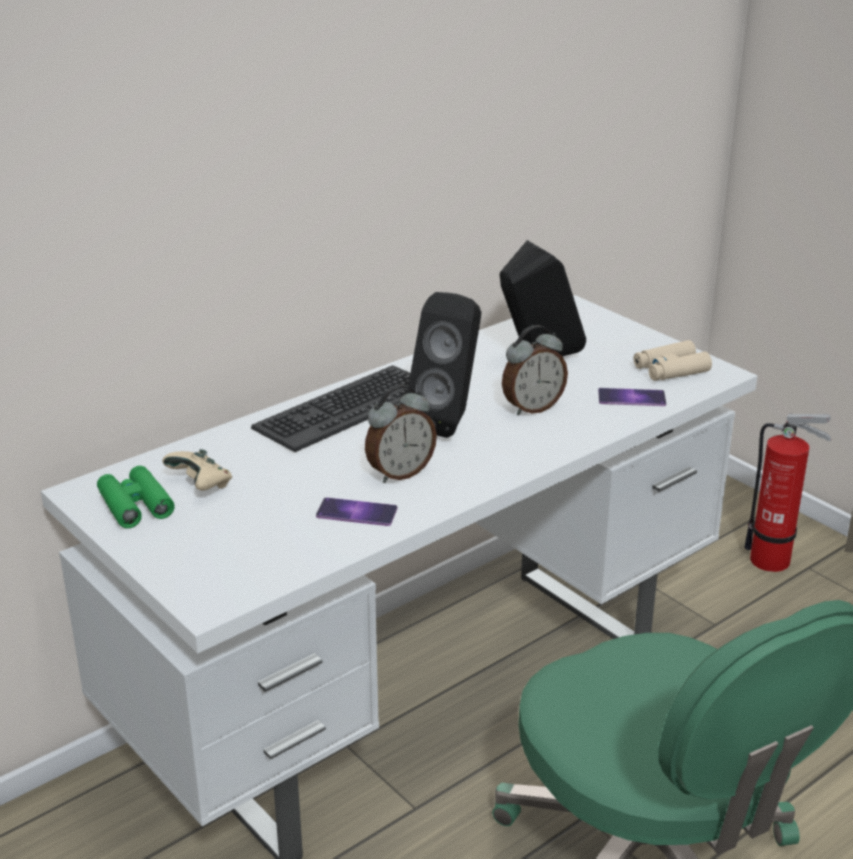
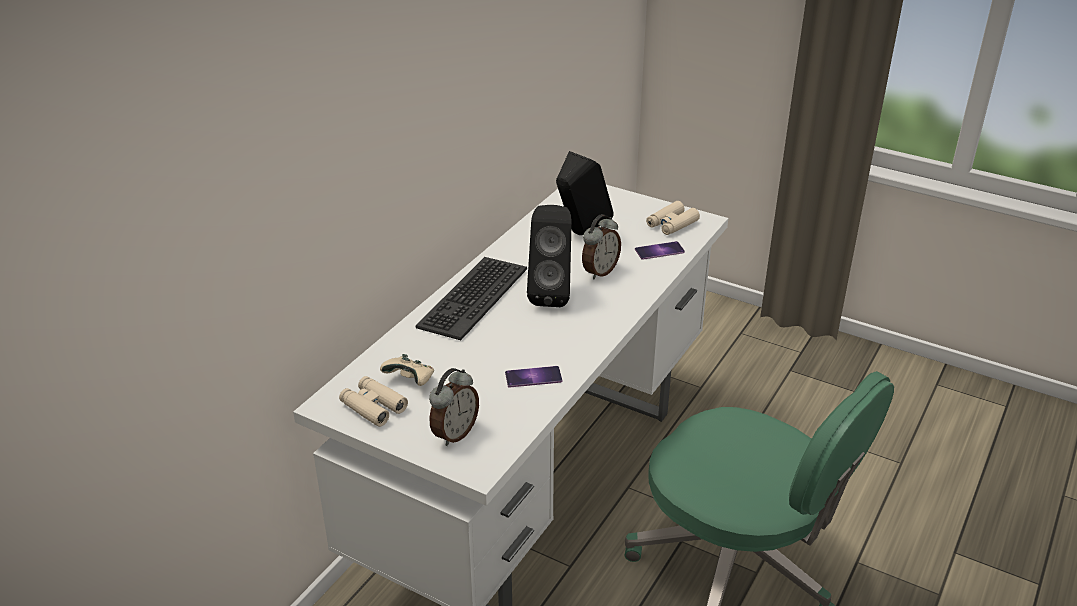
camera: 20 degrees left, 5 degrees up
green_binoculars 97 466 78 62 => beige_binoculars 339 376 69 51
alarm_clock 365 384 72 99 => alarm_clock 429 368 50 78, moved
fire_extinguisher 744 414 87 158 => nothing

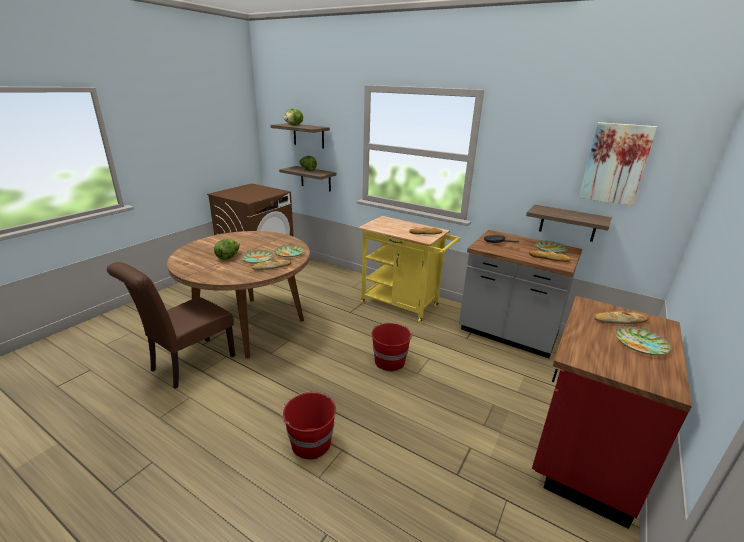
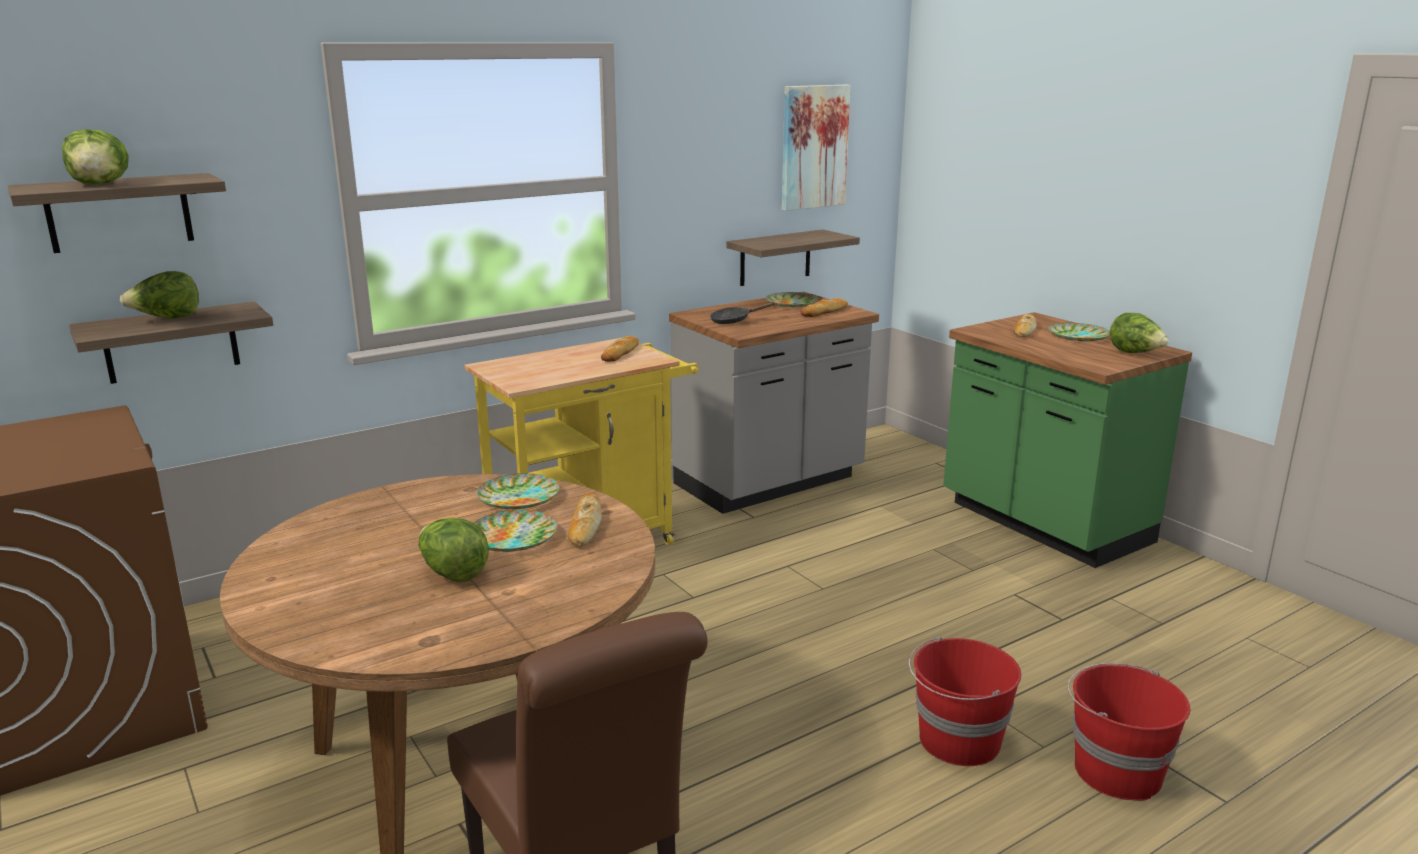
camera: 65 degrees left, 5 degrees down
red_counter 532 296 160 233 => green_counter 943 312 249 256
red_bucket 372 323 41 48 => red_bucket 1067 663 123 138, moved
nothing => lettuce 1110 313 59 40

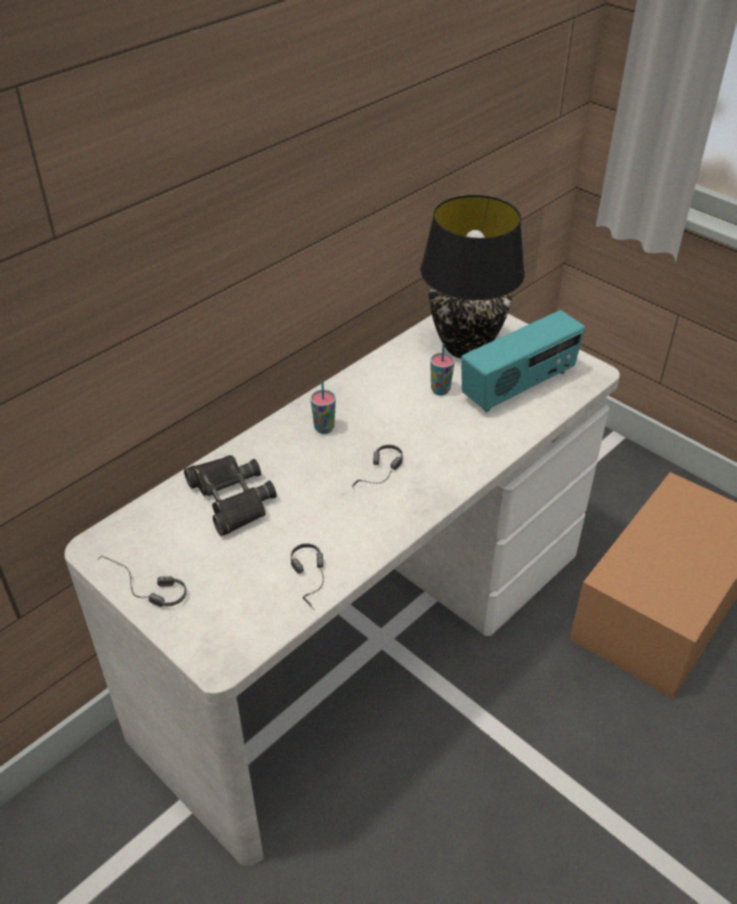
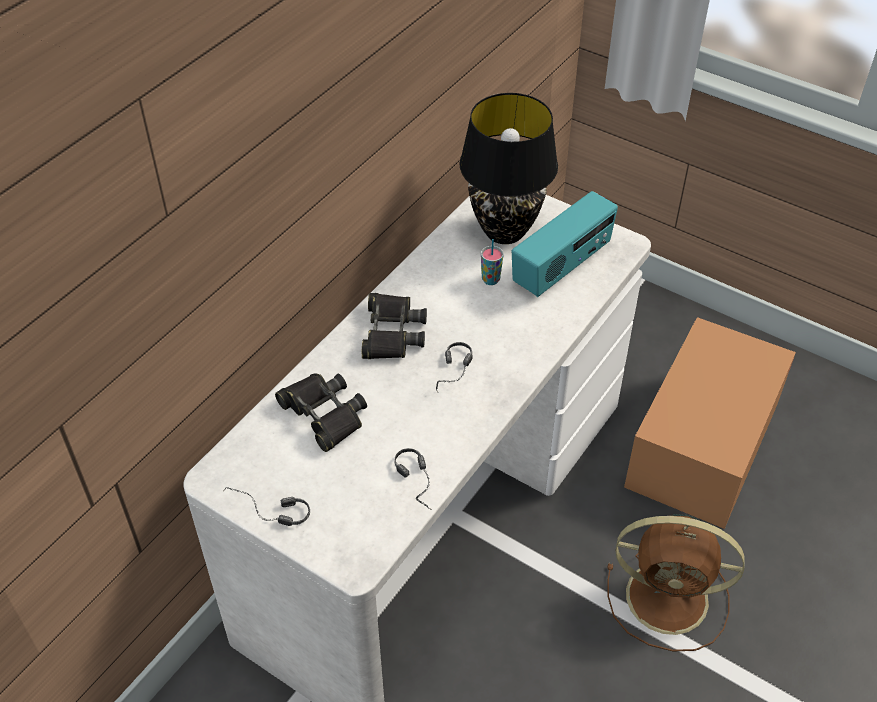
camera: 10 degrees left, 5 degrees up
cup 310 381 26 53 => black_binoculars 362 293 65 66
nothing => brown_fan 607 514 138 137

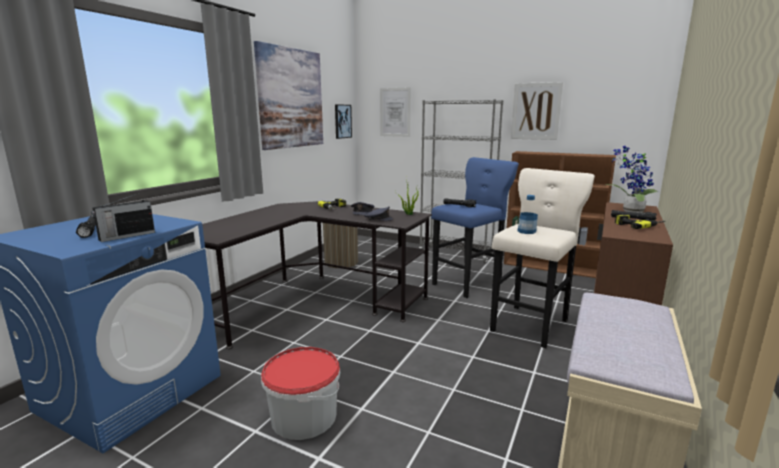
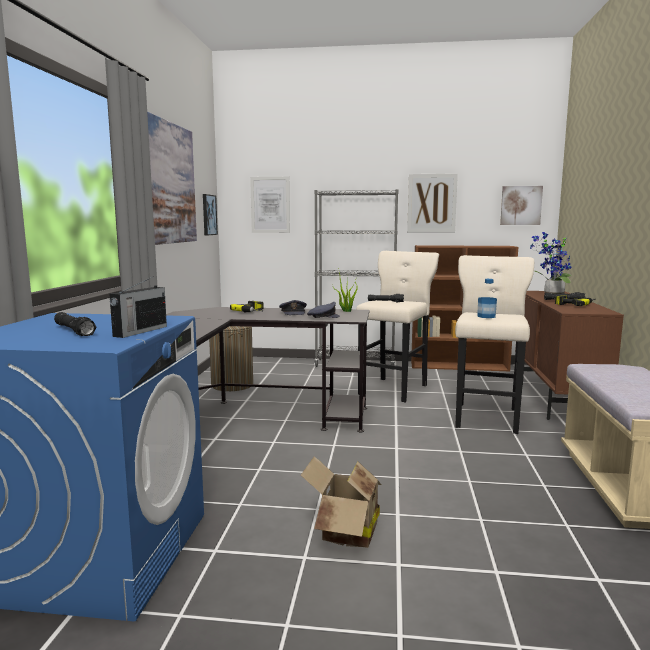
camera: 20 degrees left, 5 degrees down
bucket 261 347 79 93 => cardboard_box 301 456 80 92
blue_stool 431 157 88 141 => beige_stool 356 251 83 152
nothing => picture 500 186 43 39

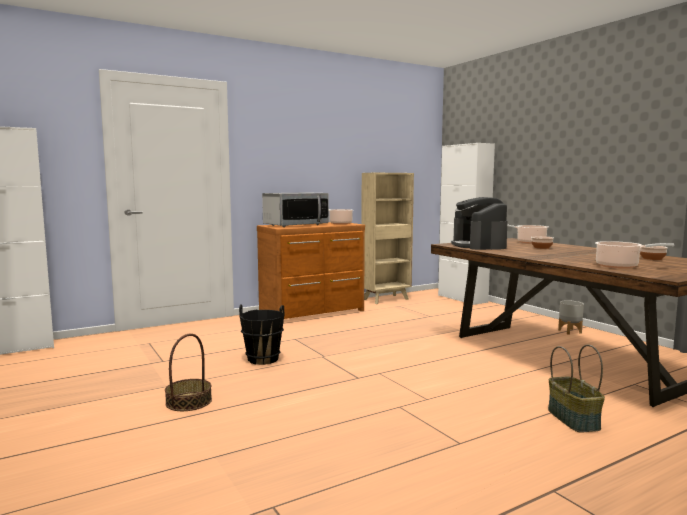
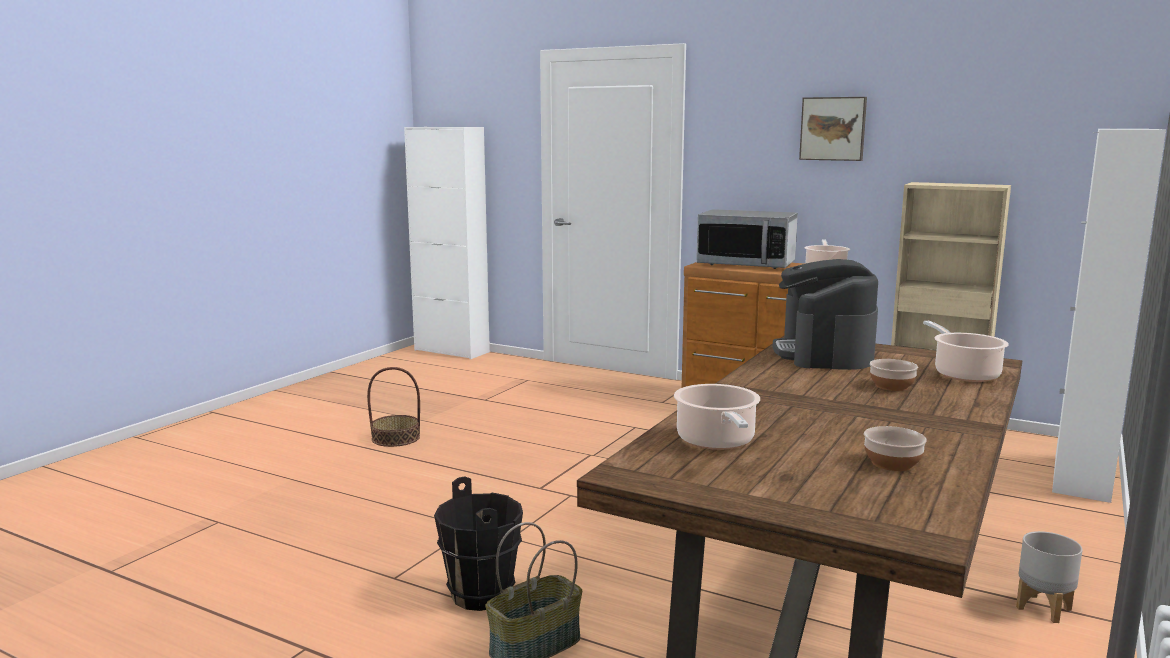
camera: 60 degrees right, 5 degrees up
black_bucket 239 304 45 61 => black_bucket 434 476 89 135, moved
coffee_machine 451 197 56 53 => coffee_machine 773 259 105 111, 45 degrees counterclockwise
nothing => picture 799 97 68 64

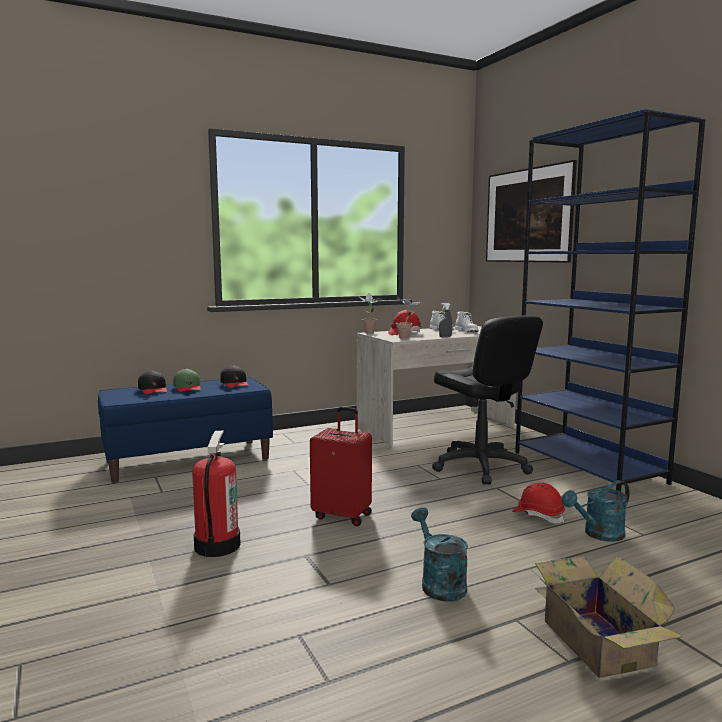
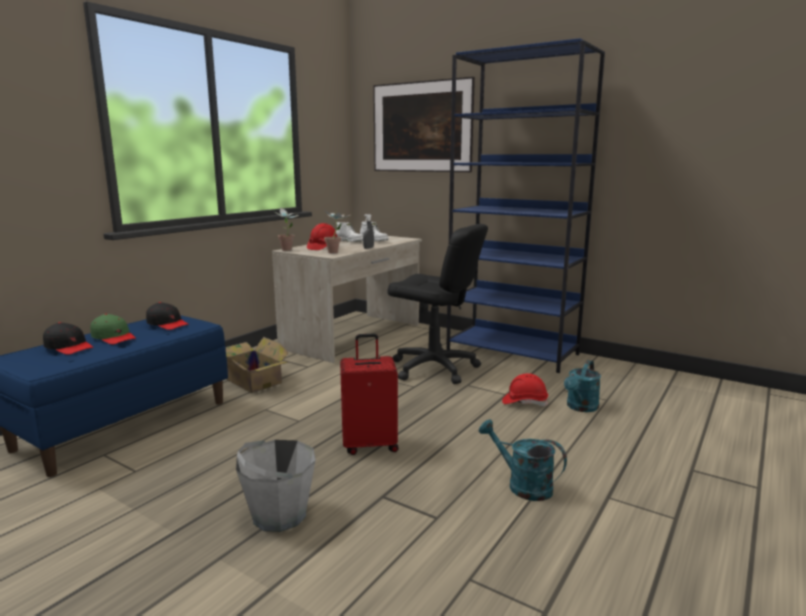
camera: 30 degrees left, 5 degrees up
cardboard_box 534 555 149 123 => cardboard_box 226 337 62 56, moved
fire_extinguisher 192 431 49 126 => grey_bucket 236 440 80 92

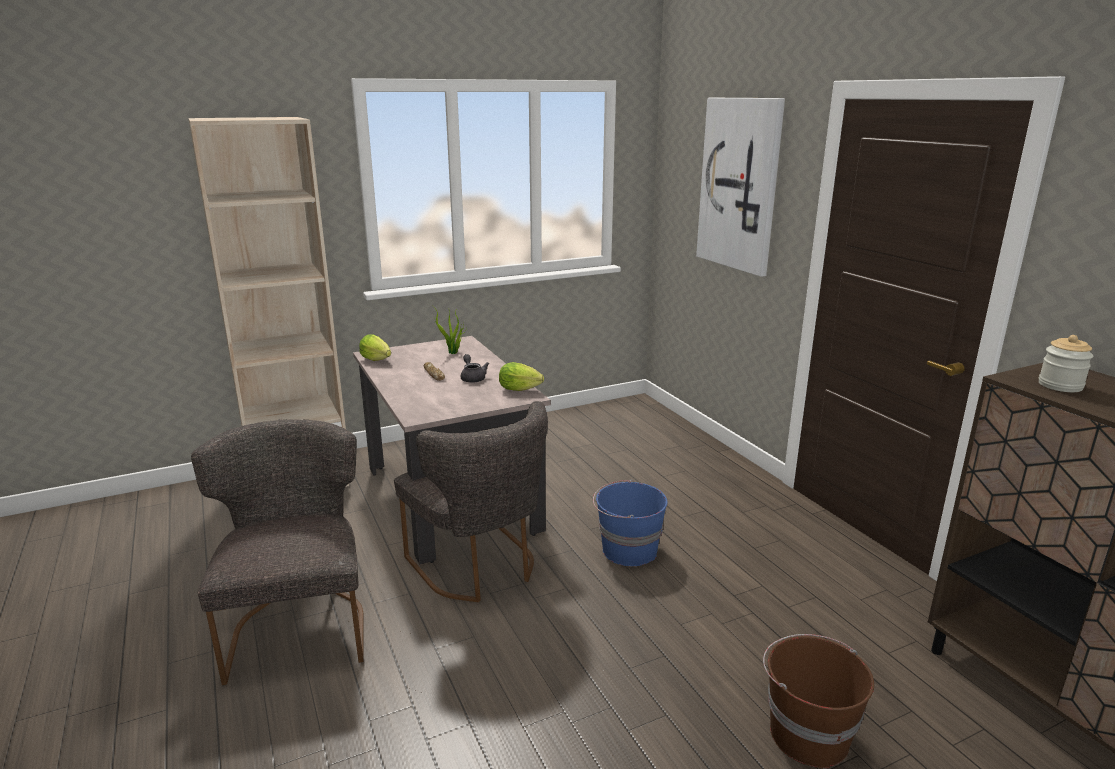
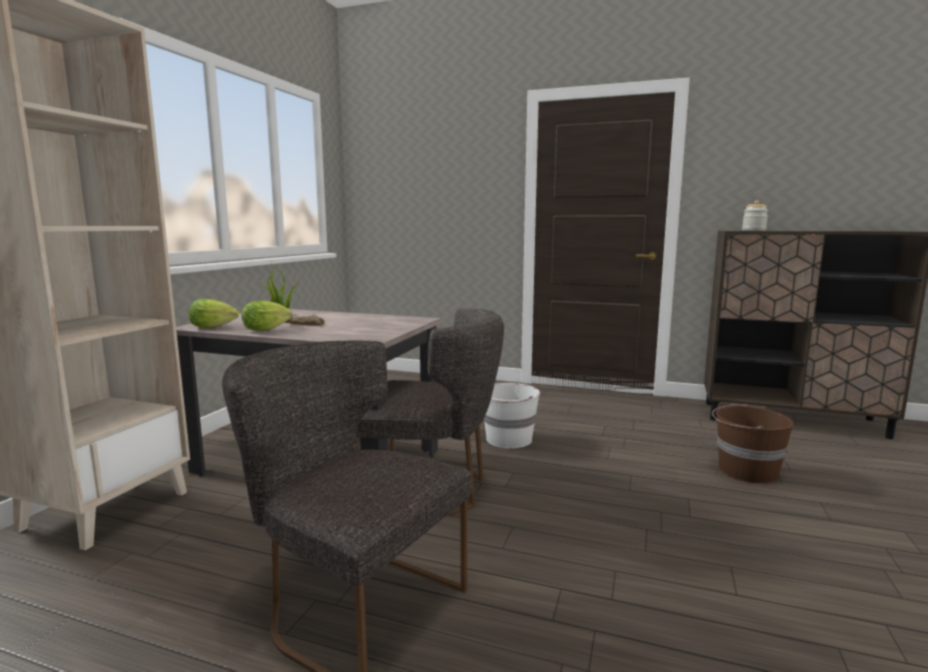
camera: 45 degrees left, 10 degrees down
lettuce 499 362 45 29 => lettuce 242 301 50 30, moved
blue_bucket 593 480 75 86 => white_bucket 484 383 56 65
grey_teapot 460 354 29 29 => nothing
picture 696 98 89 179 => nothing

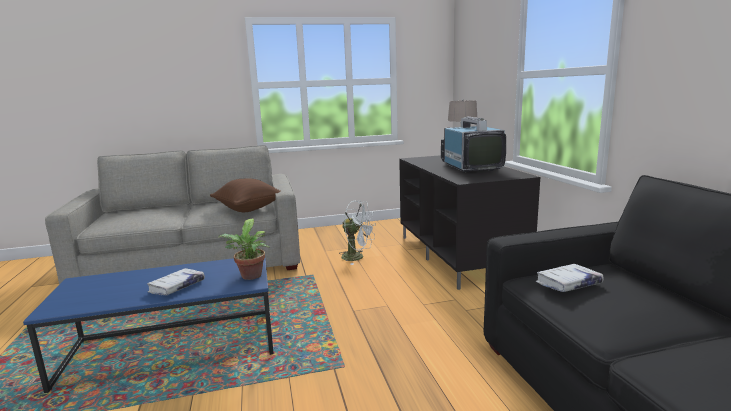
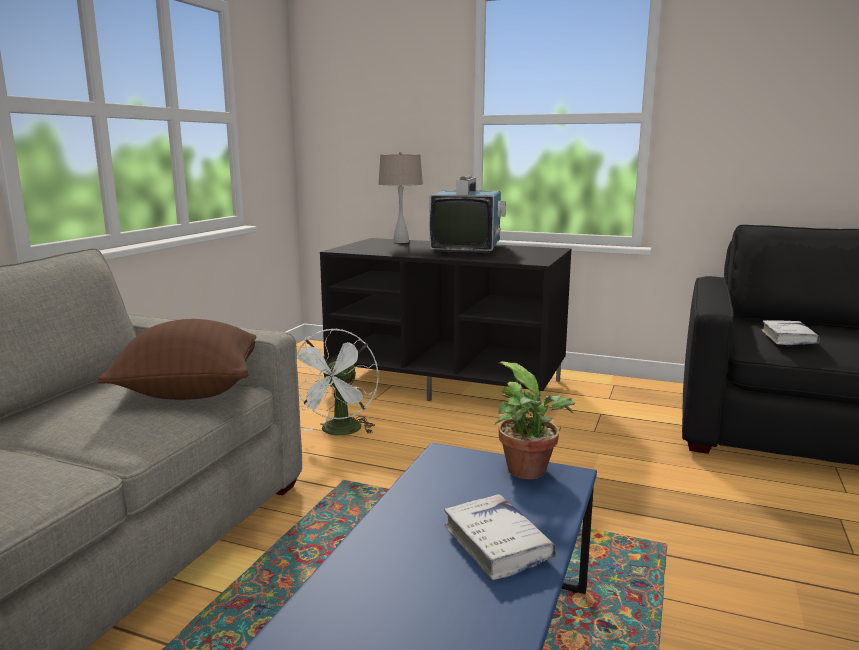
camera: 55 degrees left, 0 degrees up
white_fan 340 201 36 64 => white_fan 297 328 81 107, 135 degrees clockwise
television 441 116 65 57 => television 430 175 76 80, 75 degrees clockwise

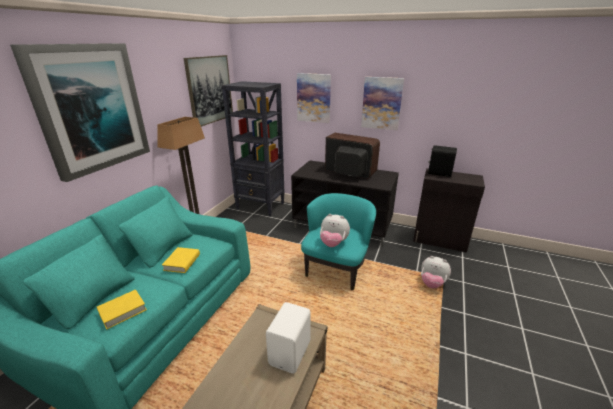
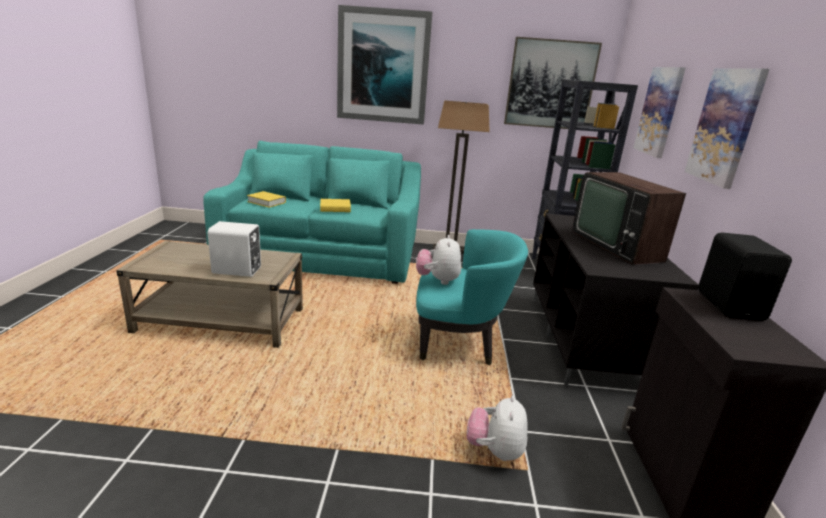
camera: 70 degrees right, 5 degrees down
television 325 133 55 46 => television 573 172 113 93, 150 degrees clockwise

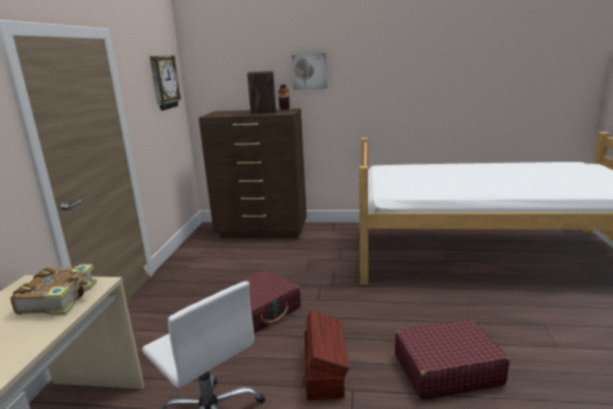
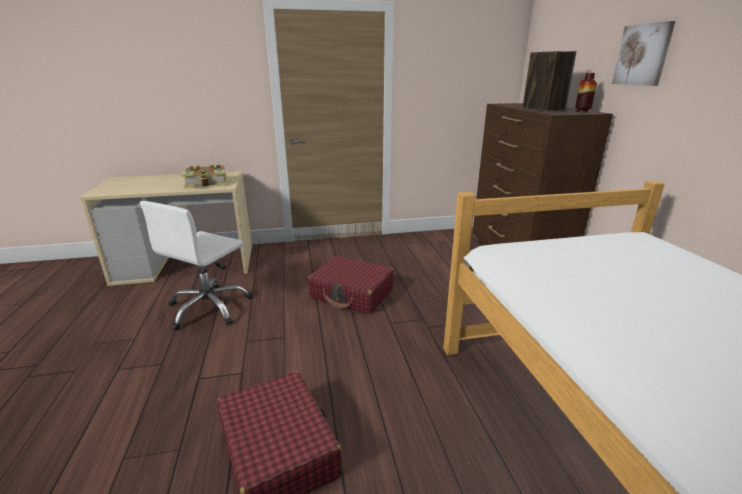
camera: 70 degrees right, 5 degrees up
wall_clock 150 55 31 56 => nothing
brown_storage_box 304 310 45 90 => nothing

